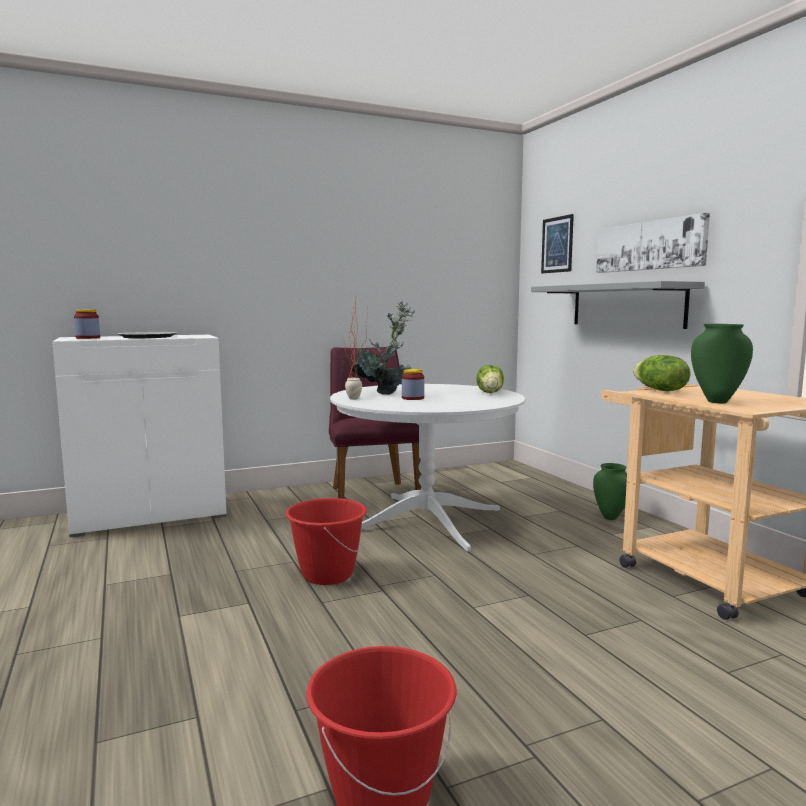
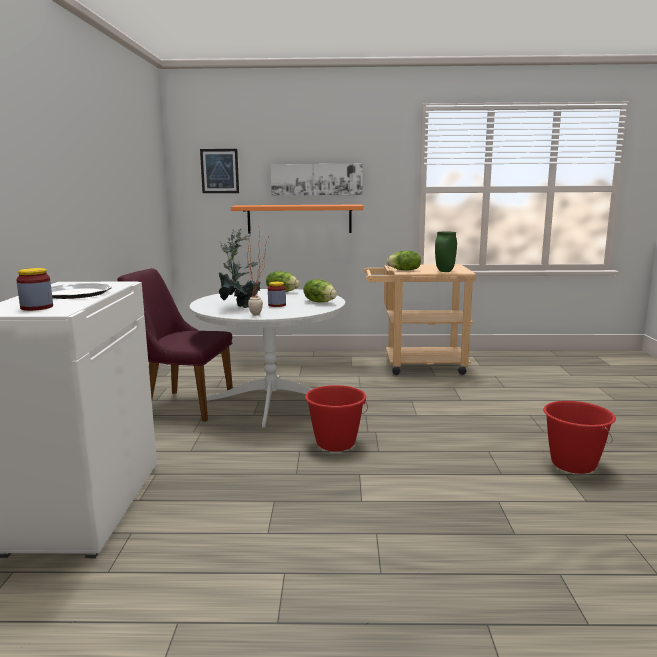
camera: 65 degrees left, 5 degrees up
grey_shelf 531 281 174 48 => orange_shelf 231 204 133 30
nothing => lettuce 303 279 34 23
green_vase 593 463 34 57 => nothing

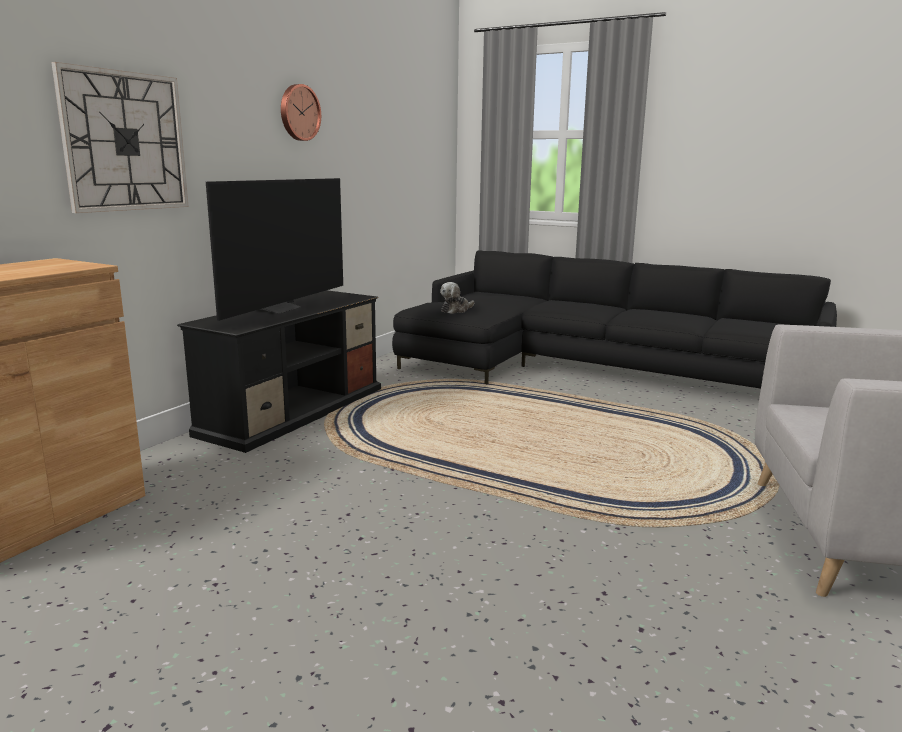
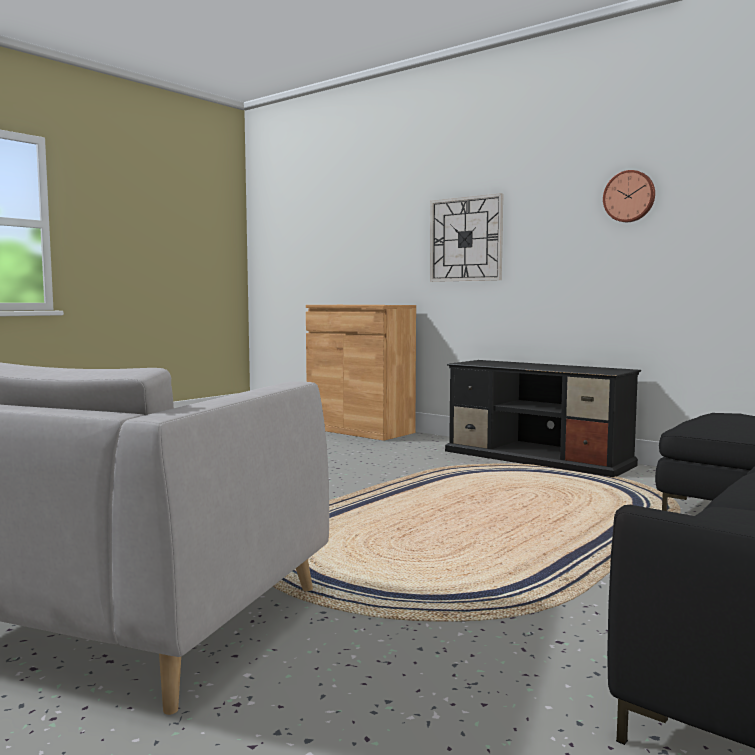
camera: 100 degrees right, 10 degrees down
television 206 178 137 143 => nothing
plush_toy 440 282 34 32 => nothing

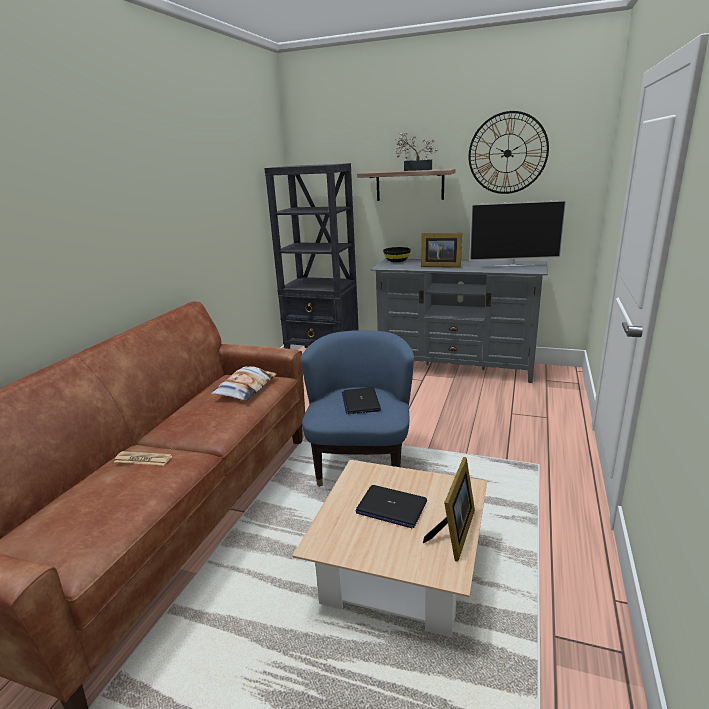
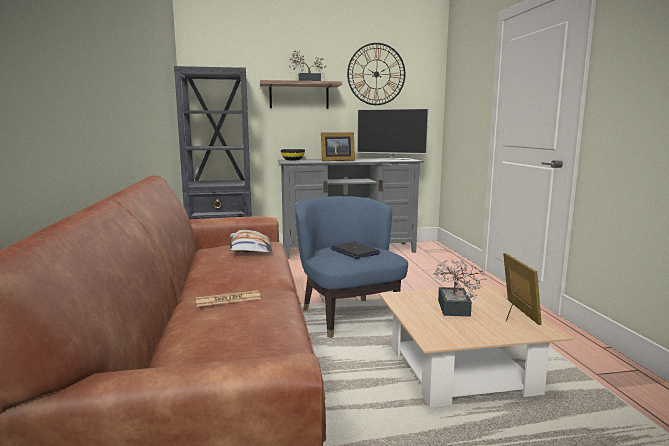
camera: 30 degrees left, 10 degrees down
television 469 200 97 67 => television 357 108 72 52, 45 degrees clockwise
laptop 356 485 71 43 => potted_plant 434 260 52 57

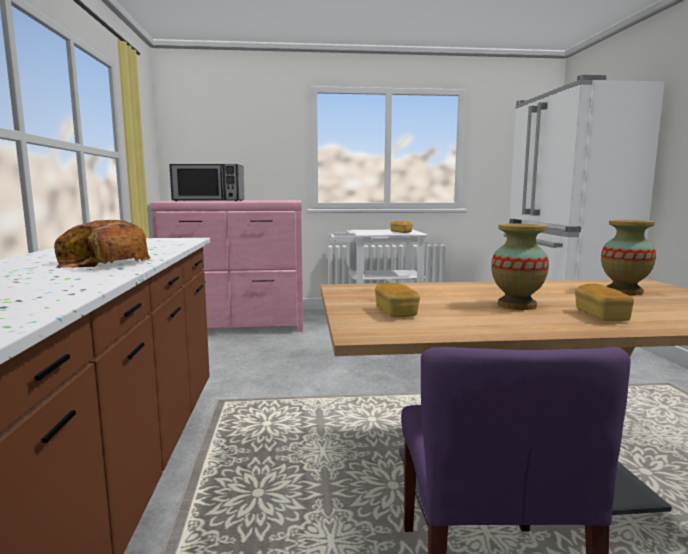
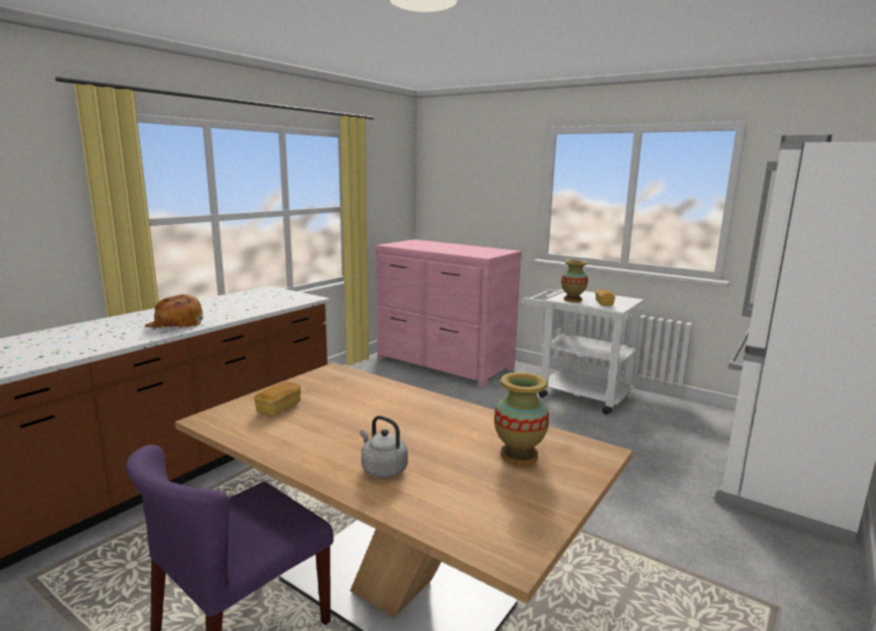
camera: 40 degrees right, 5 degrees up
bread 575 284 59 37 => grey_kettle 360 416 48 62
vase 491 224 58 86 => vase 561 260 27 42, moved
microwave 169 164 76 37 => nothing

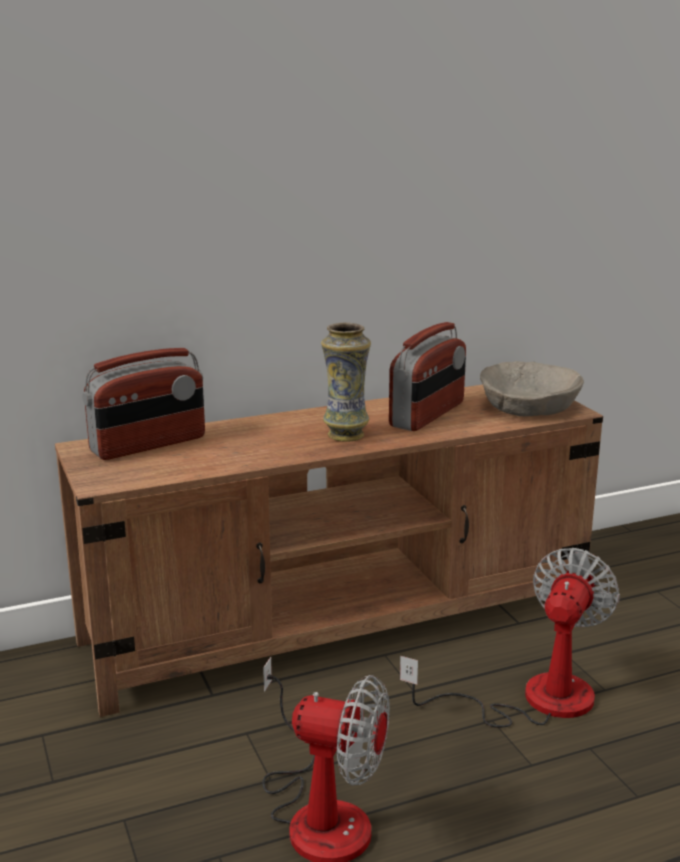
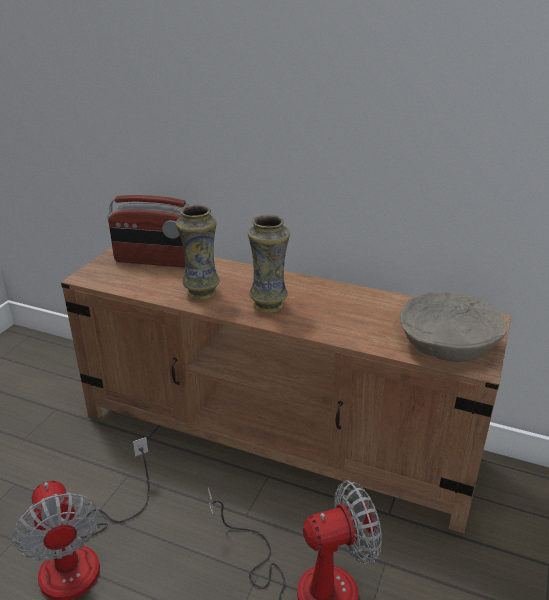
camera: 45 degrees right, 10 degrees up
nothing => vase 176 205 44 95
radio 389 322 77 109 => nothing

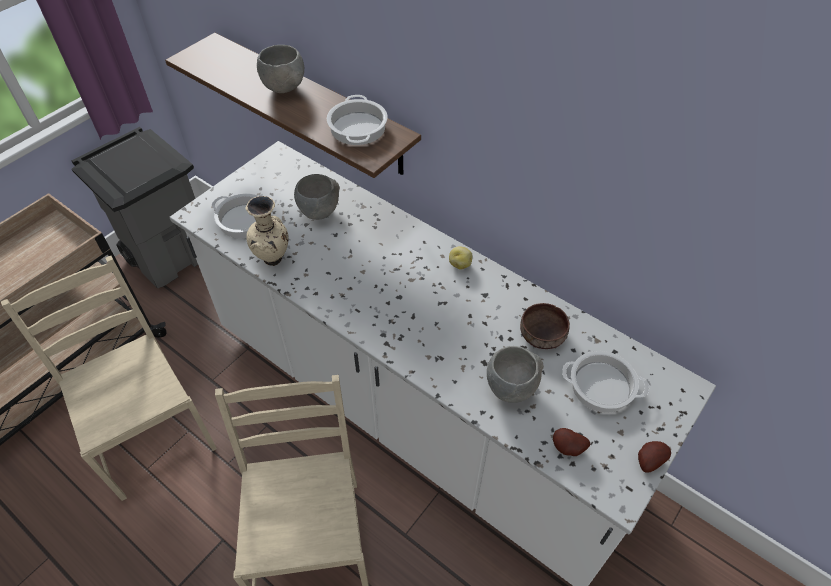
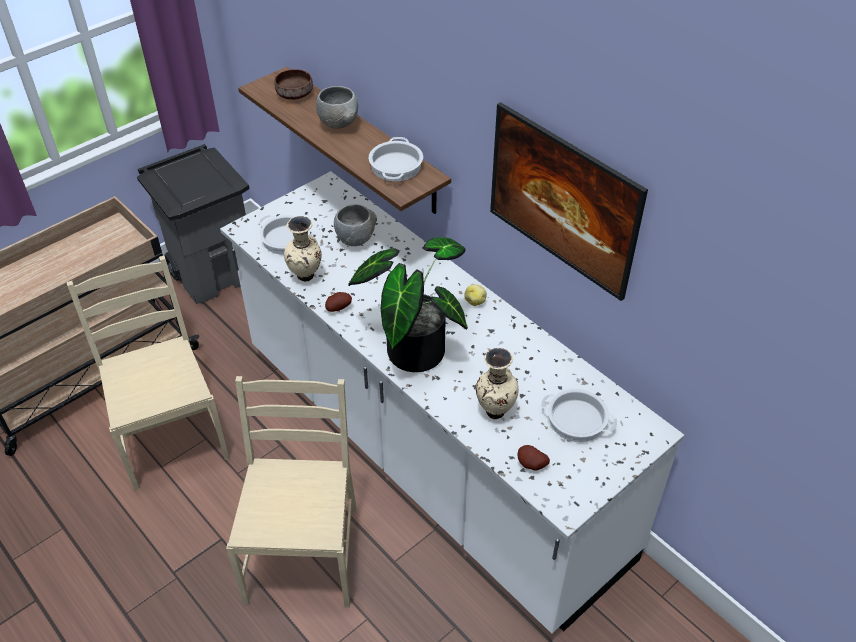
camera: 10 degrees right, 5 degrees down
brown_bowl 520 303 50 46 => brown_bowl 274 69 39 31, moved
potato 638 441 33 32 => potato 325 292 27 20, moved
nothing => potted_plant 348 237 119 135
grey_bowl 487 346 57 57 => beige_vase 476 348 43 71
nothing => picture 490 102 158 199

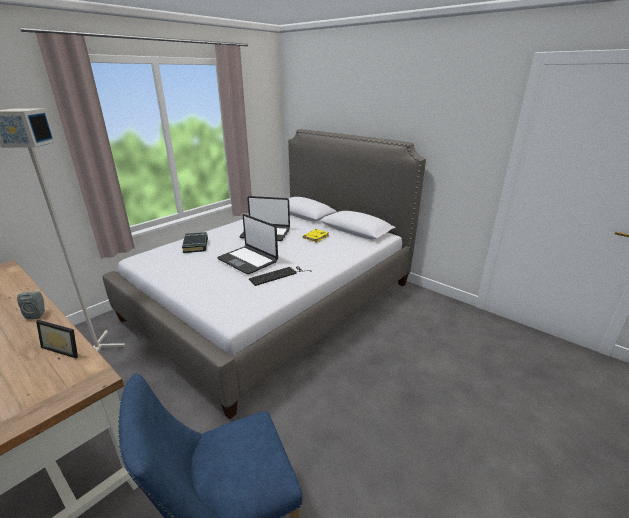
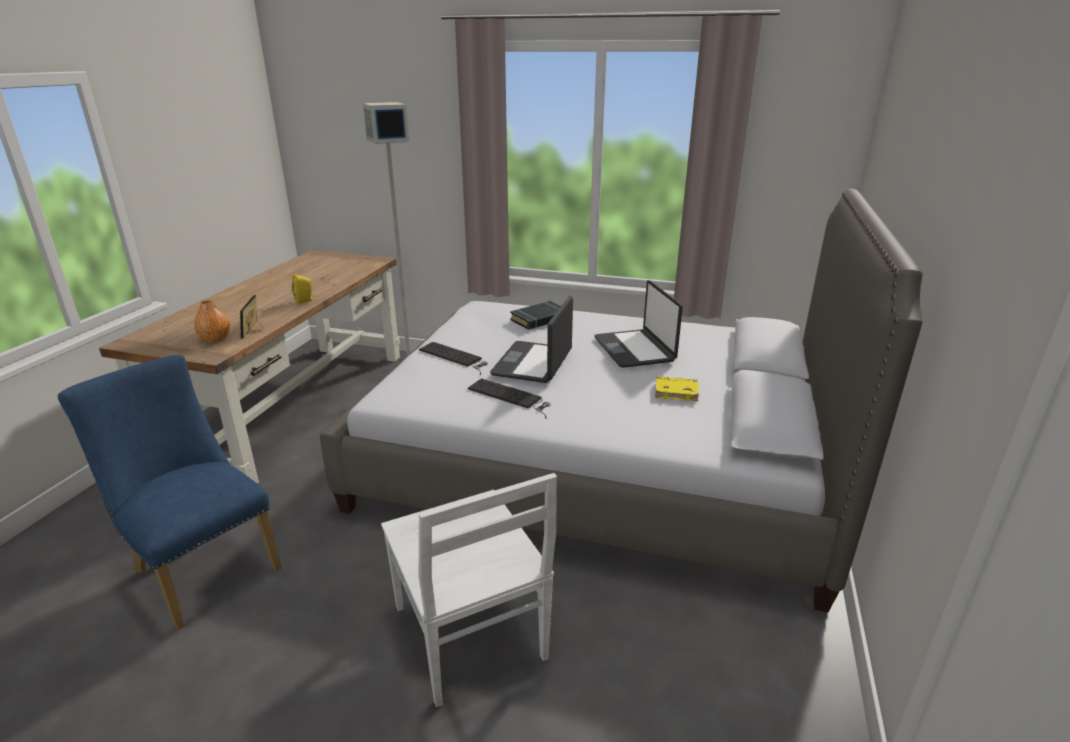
camera: 65 degrees right, 0 degrees up
nothing => orange_vase 194 300 36 42
grey_speaker 17 291 28 28 => yellow_speaker 292 275 22 29
nothing => white_chair 381 473 176 234
nothing => keyboard 419 342 69 33

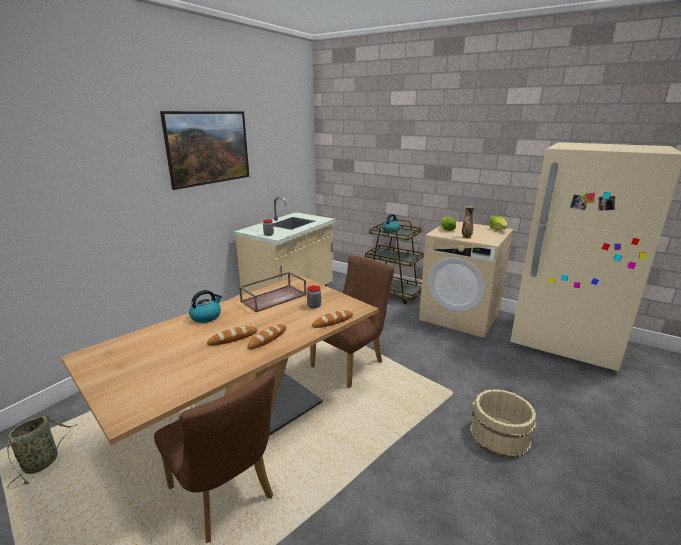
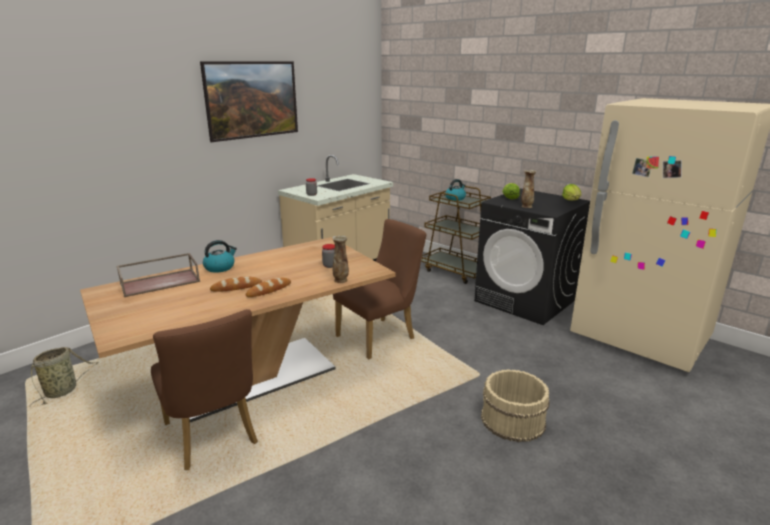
camera: 10 degrees right, 0 degrees up
brown_tray 239 272 68 40 => brown_tray 116 253 84 44, moved
bread 312 310 41 18 => vase 332 235 17 48
beige_washing_machine 419 221 94 117 => black_washing_machine 474 188 116 137

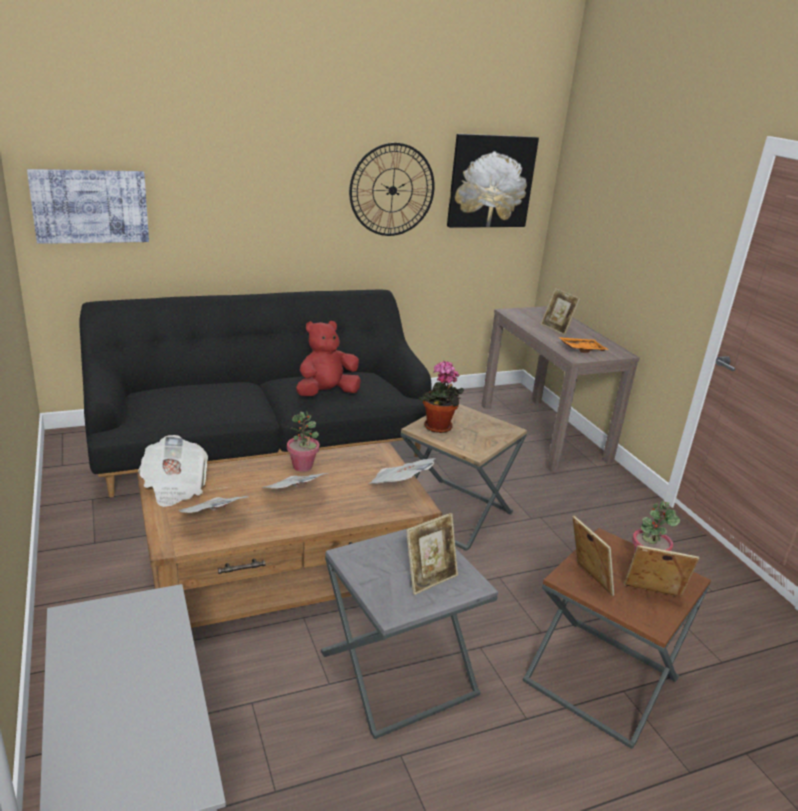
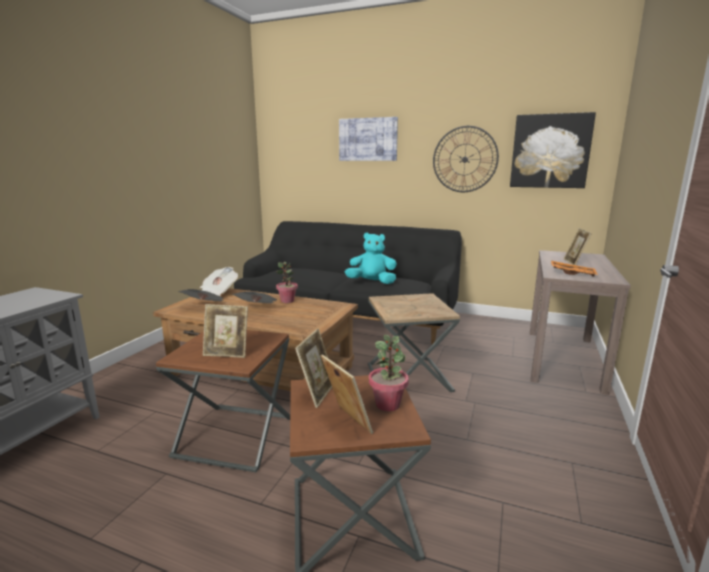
camera: 45 degrees right, 10 degrees down
grey_side_table 321 528 177 211 => brown_side_table 156 330 134 142
picture 27 169 122 75 => picture 339 117 59 44, moved
red_plush_toy 296 321 65 75 => turquoise_plush_toy 345 232 52 52
newspaper 368 458 68 26 => nothing
potted_plant 418 361 46 72 => nothing

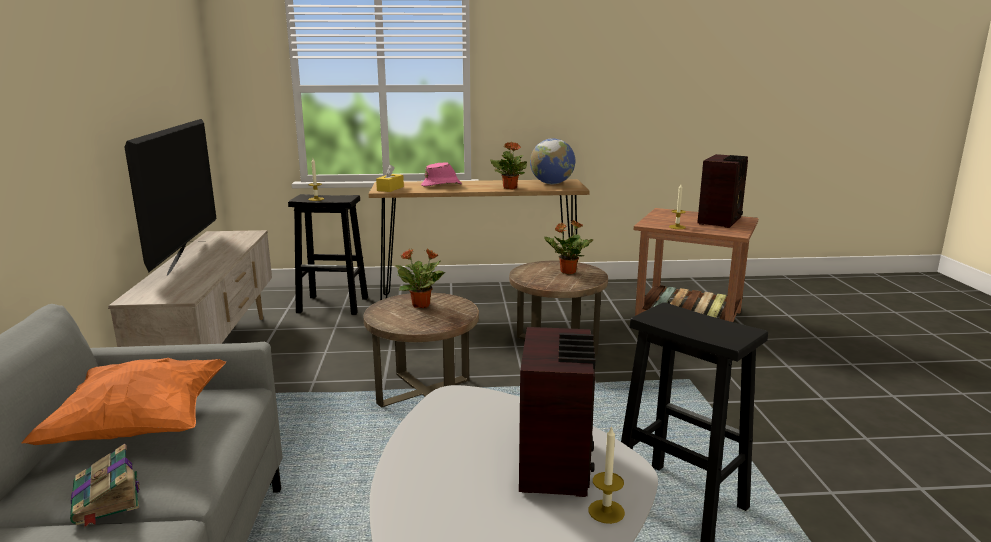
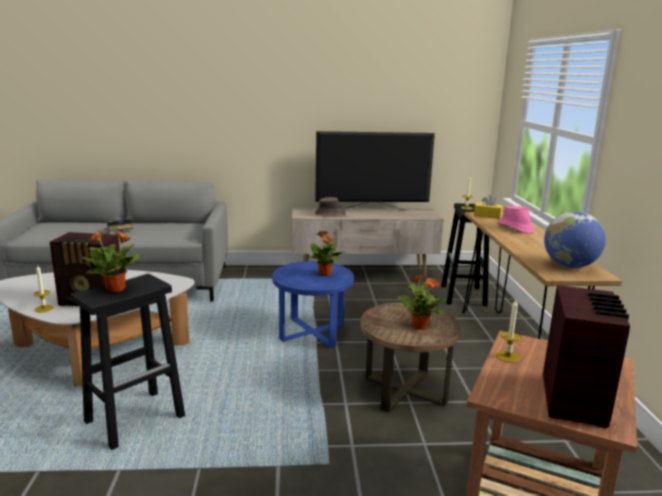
camera: 90 degrees right, 0 degrees up
potted_plant 490 142 37 47 => potted_plant 82 231 59 61, moved
brown_side_table 363 293 116 115 => blue_side_table 272 261 82 87
nothing => brown_hat 315 197 31 18
radio 697 154 51 74 => radio 543 285 87 143, 105 degrees counterclockwise
orange_pillow 22 358 204 87 => nothing

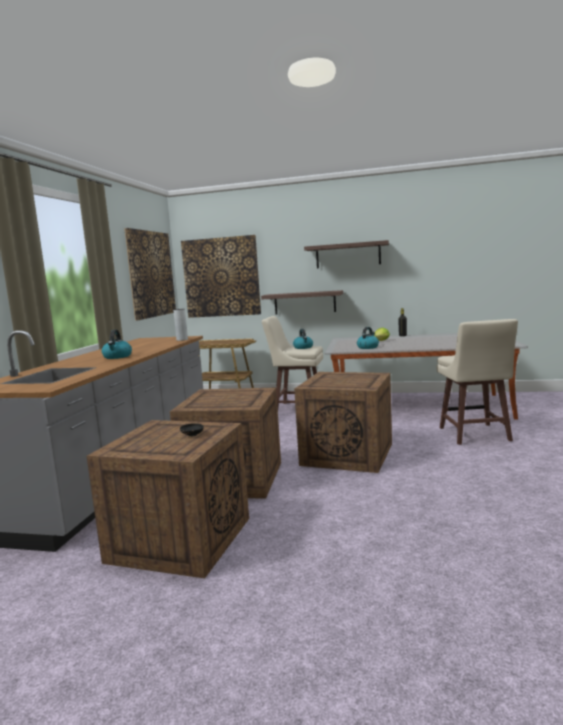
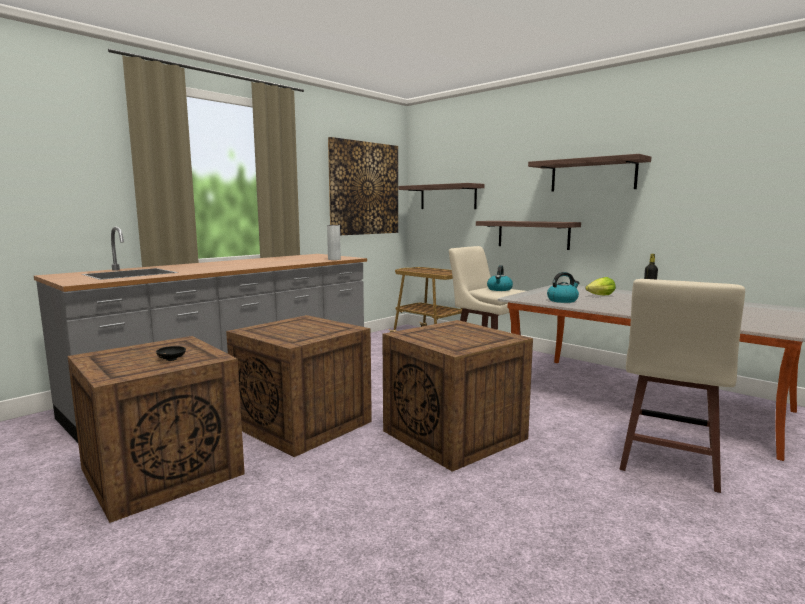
camera: 30 degrees right, 0 degrees up
picture 181 235 80 83 => shelf 399 183 86 26
kettle 102 330 30 29 => nothing

